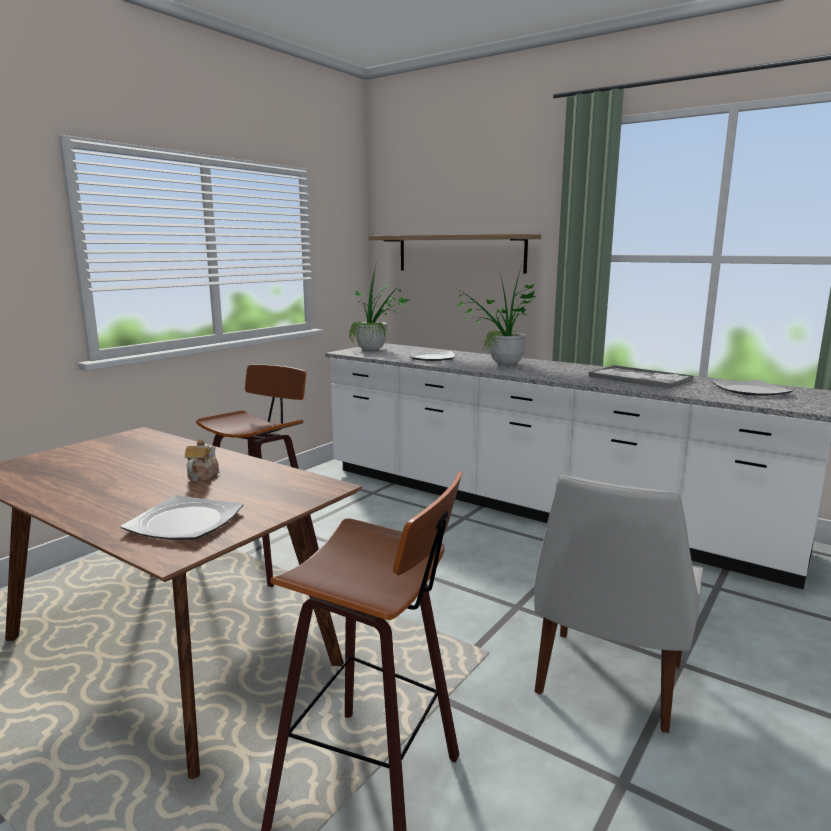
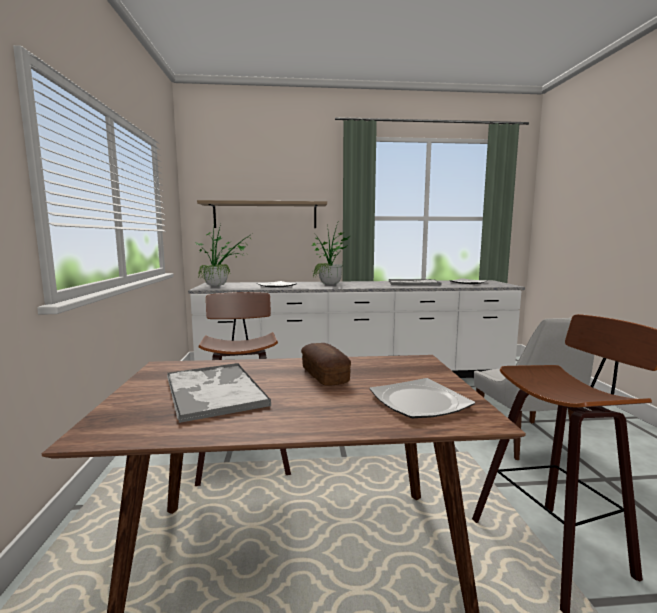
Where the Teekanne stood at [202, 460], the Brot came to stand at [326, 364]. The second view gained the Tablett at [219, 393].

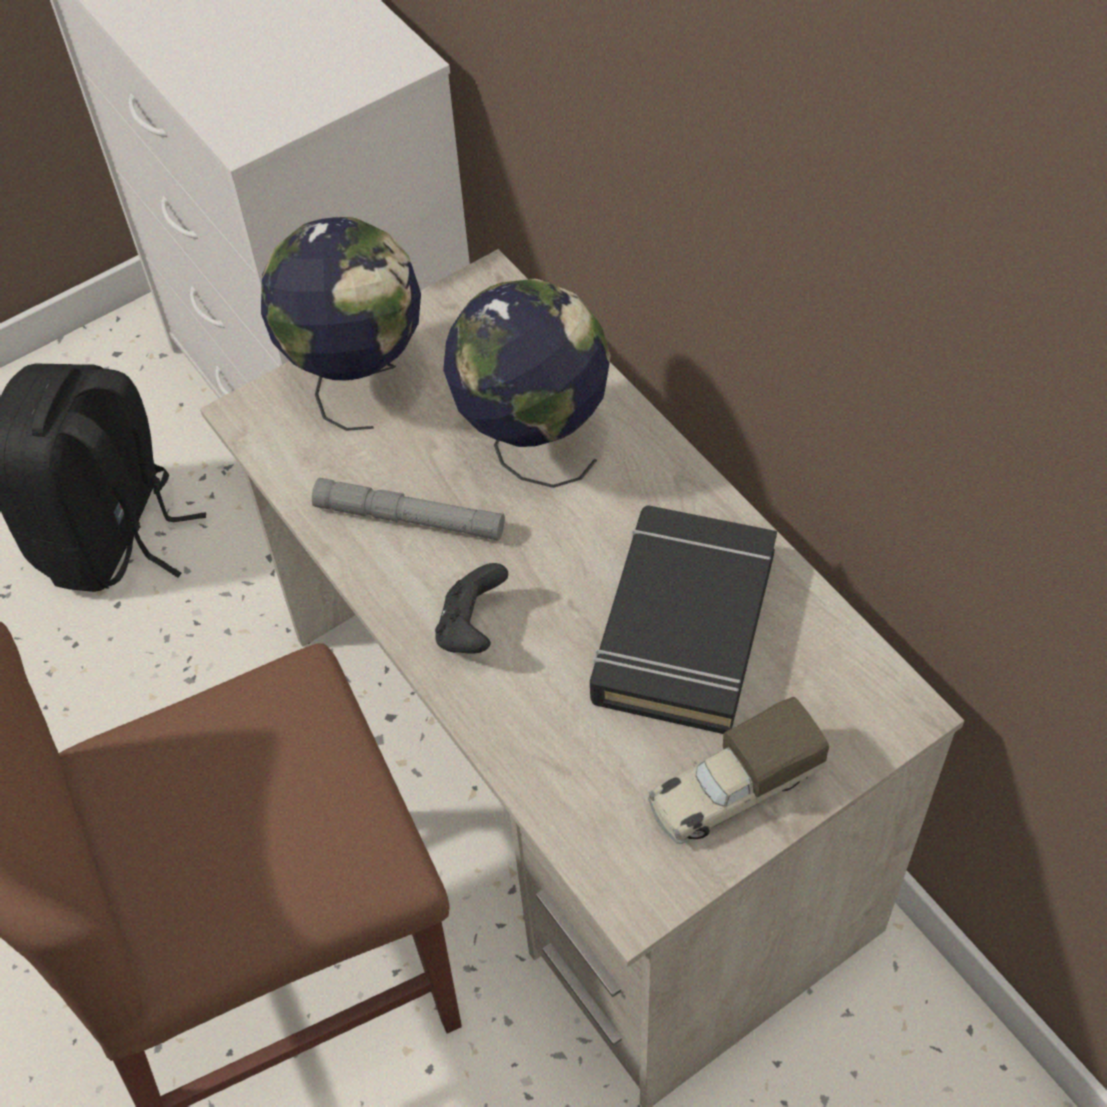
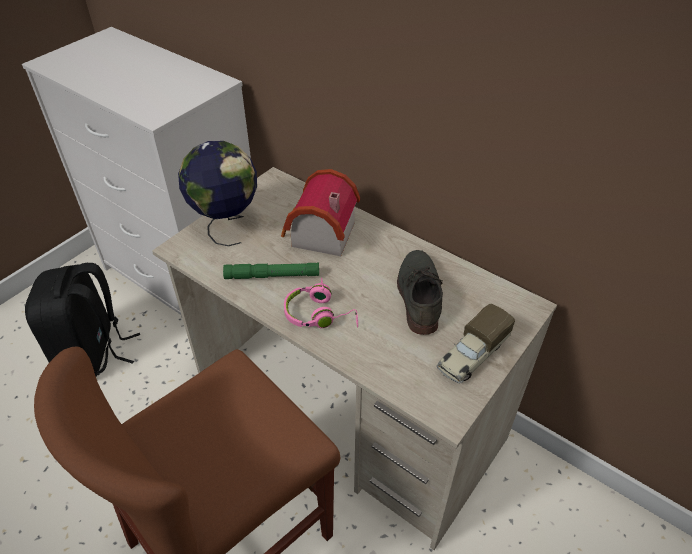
Where the Globus stood at [527, 383], the Spielzeughaus came to stand at [320, 212]. What was the Taschenlampe/grau at [408, 509] turned into the Taschenlampe/grün at [271, 271]. Where the Buch/schwarz stood at [683, 620], the Schuh/grau came to stand at [420, 292]. Where the Gamepad/schwarz stood at [471, 608], the Kopfhörer/rosa came to stand at [321, 302].

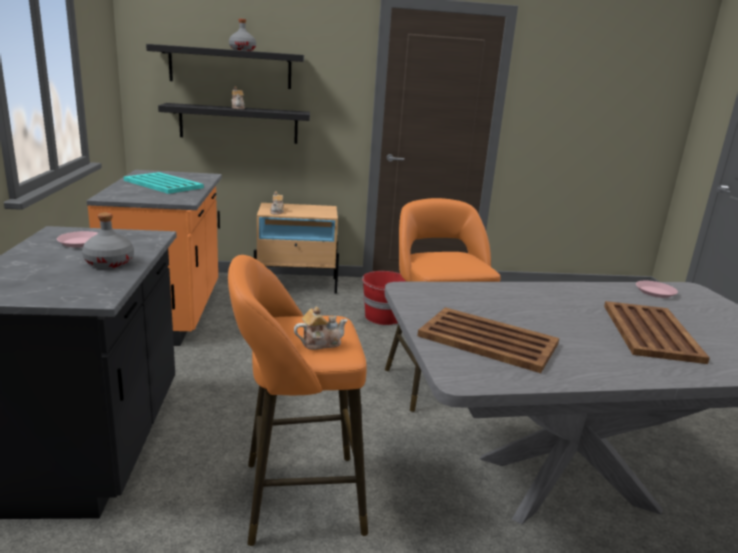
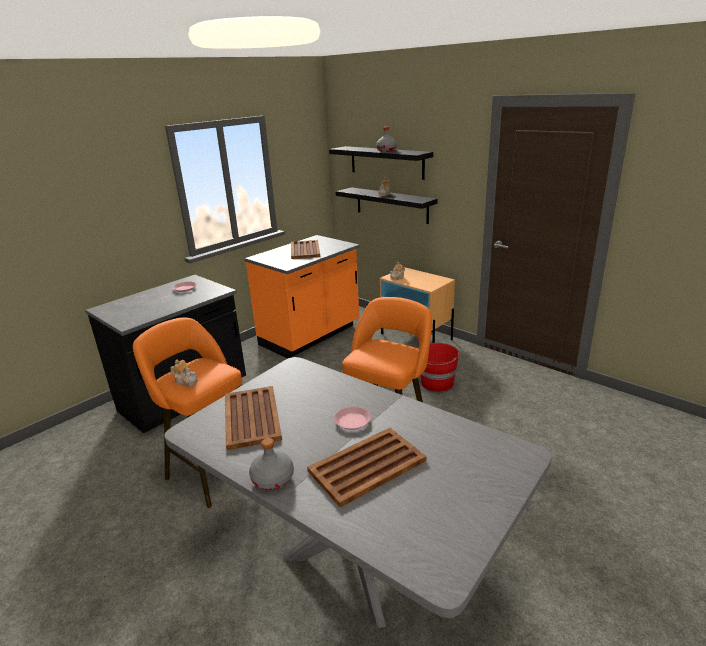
What was the Tablett/türkis at [164, 183] turned into the Tablett/braun at [305, 249]. The Flasche/grau ended up elsewhere, having gone from [108, 240] to [271, 464]. The Teller/rosa ended up elsewhere, having gone from [657, 289] to [352, 418].

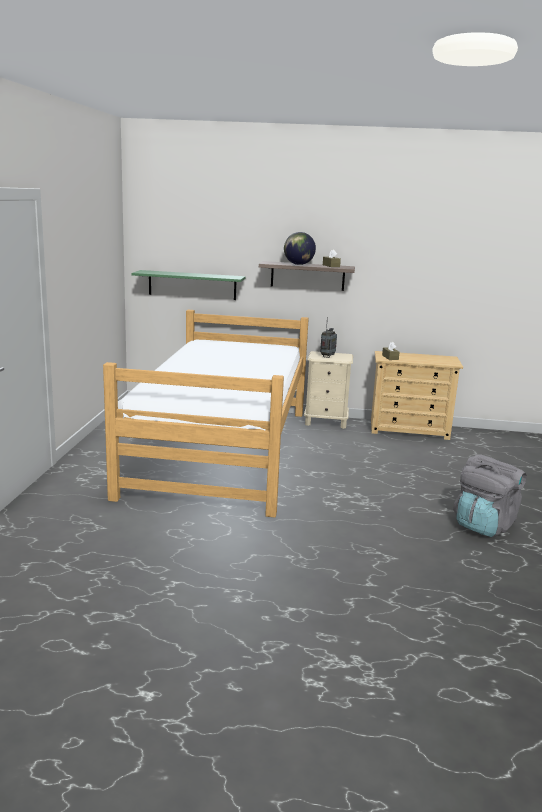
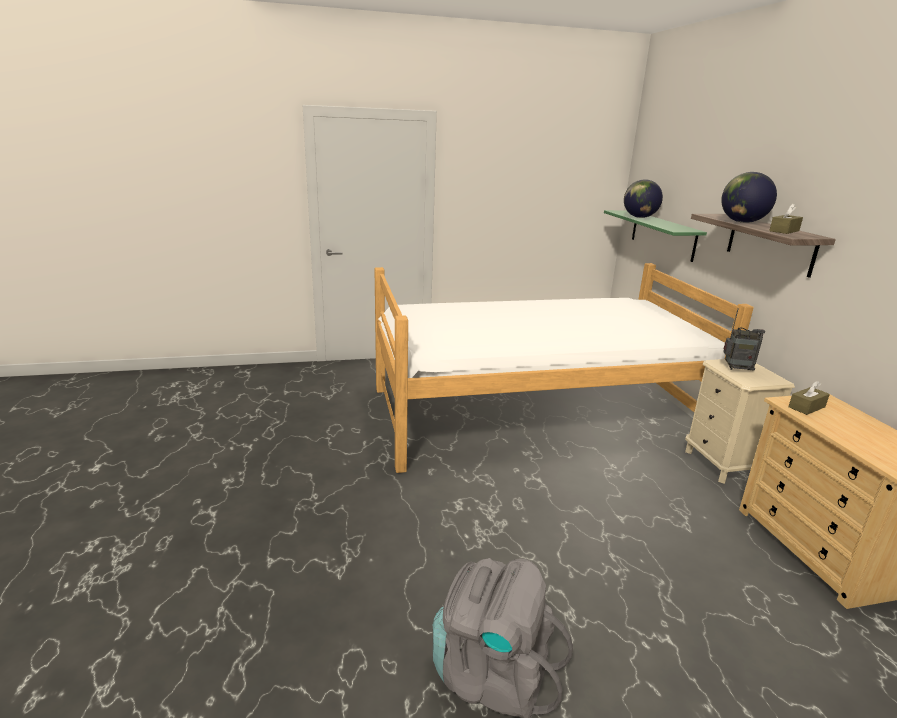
The second view gained the Globus at [643, 198].

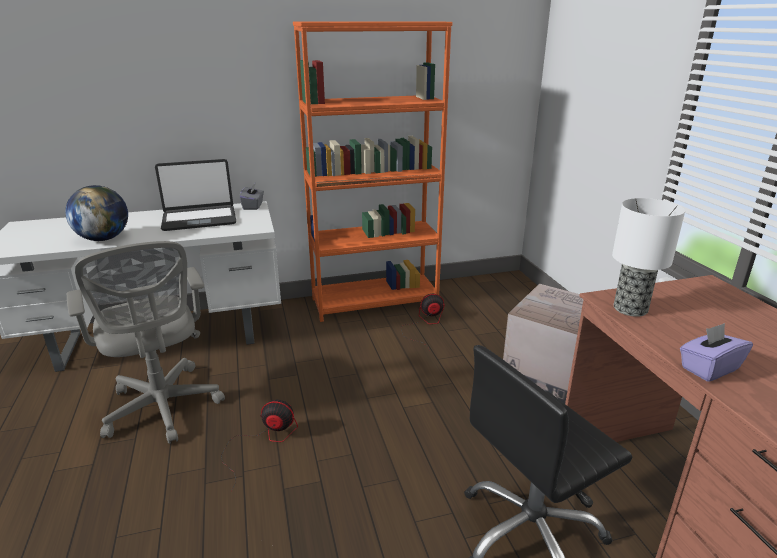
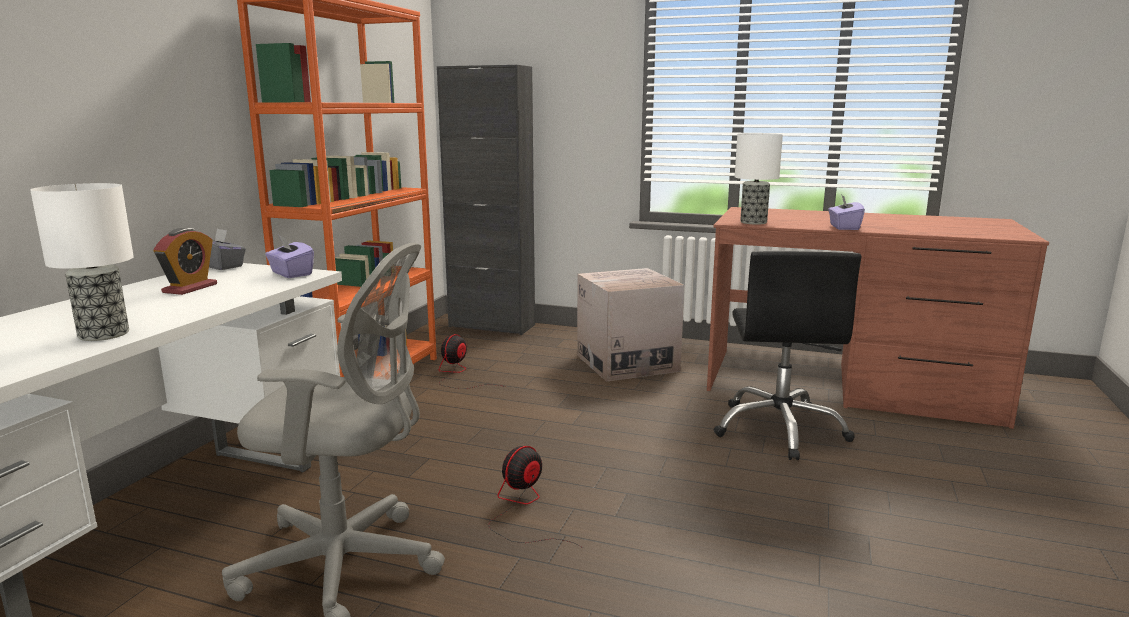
Where the Laptop stood at [195, 195], the Wecker came to stand at [185, 261]. Where the Globus stood at [96, 213], the Tischlampe came to stand at [82, 262]. The second view gained the Schrank/schwarz at [486, 200]. The second view gained the Taschentuchbox/lila at [289, 257].

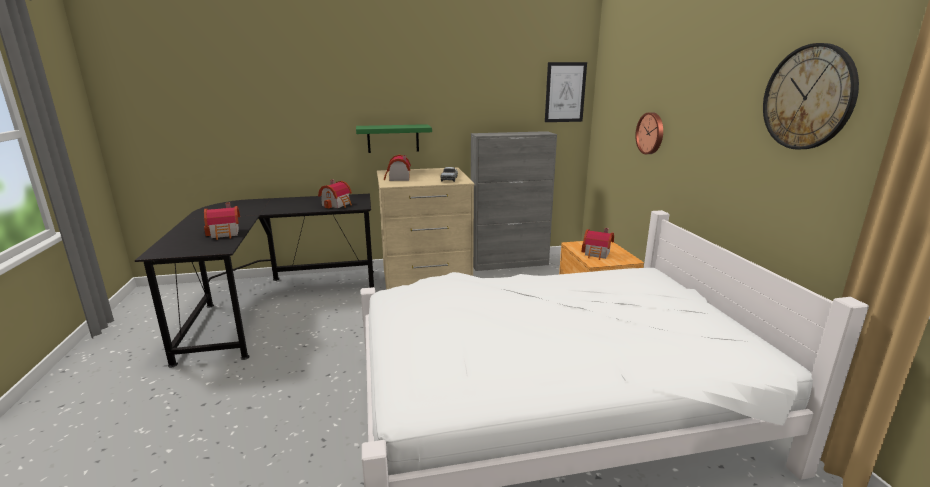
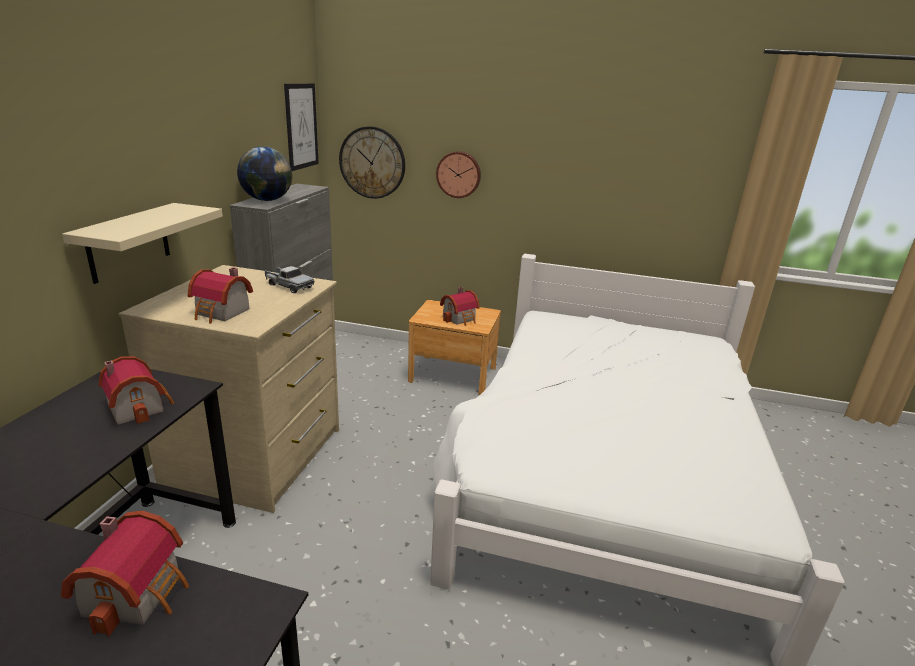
The Wanduhr ended up elsewhere, having gone from [811, 96] to [372, 162]. What was the Wandregal/grün at [394, 138] turned into the Wandregal/beige at [142, 243]. The second view gained the Globus at [264, 174].

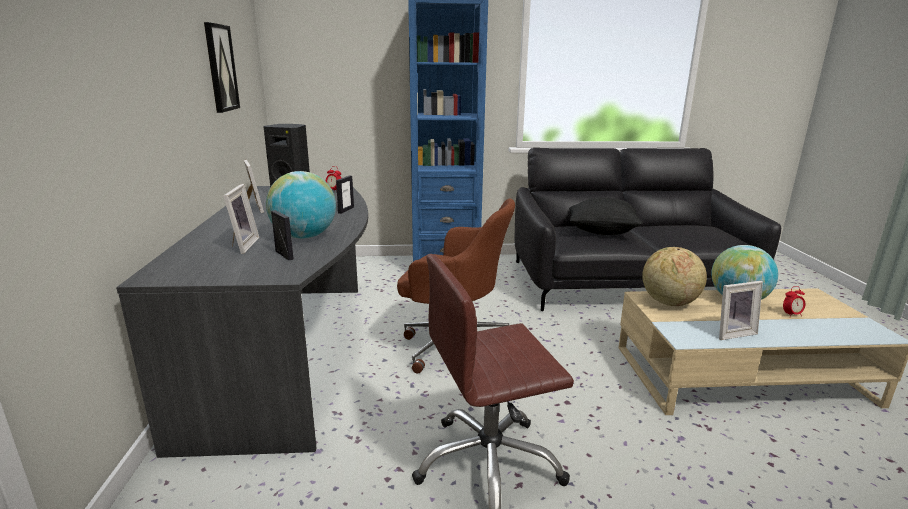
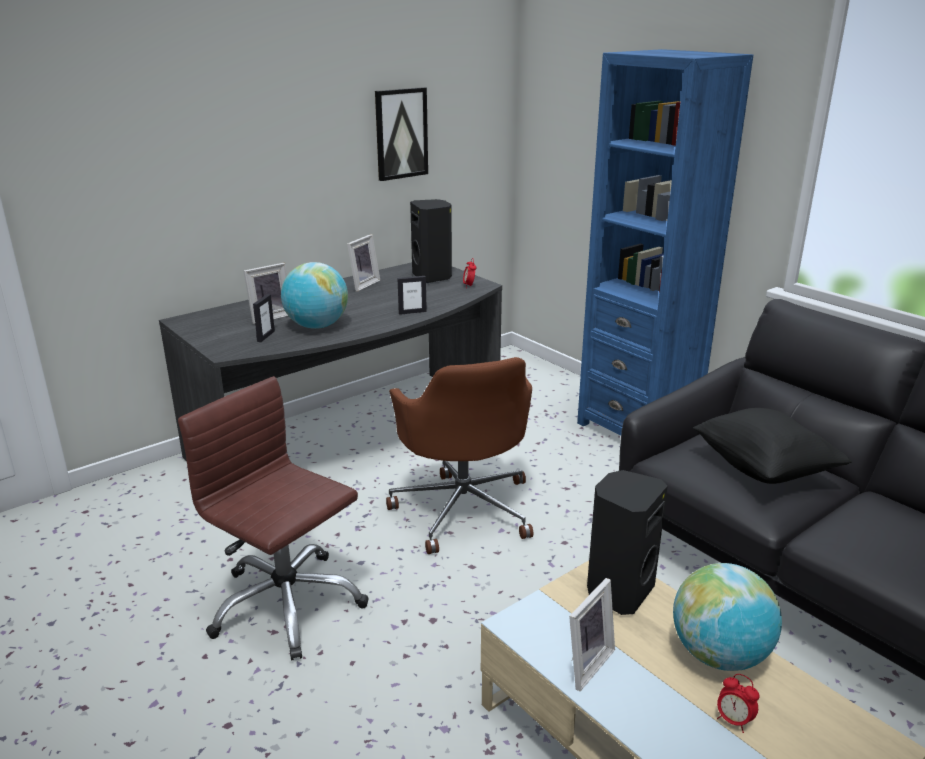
Where the Globus stood at [674, 276], the Lautsprecher/schwarz came to stand at [627, 542]. The Bilderrahmen at [741, 310] ended up facing another way, 90 degrees counterclockwise from before.

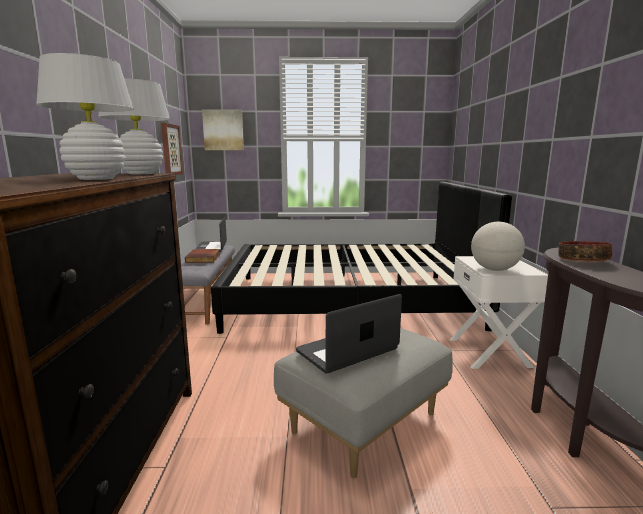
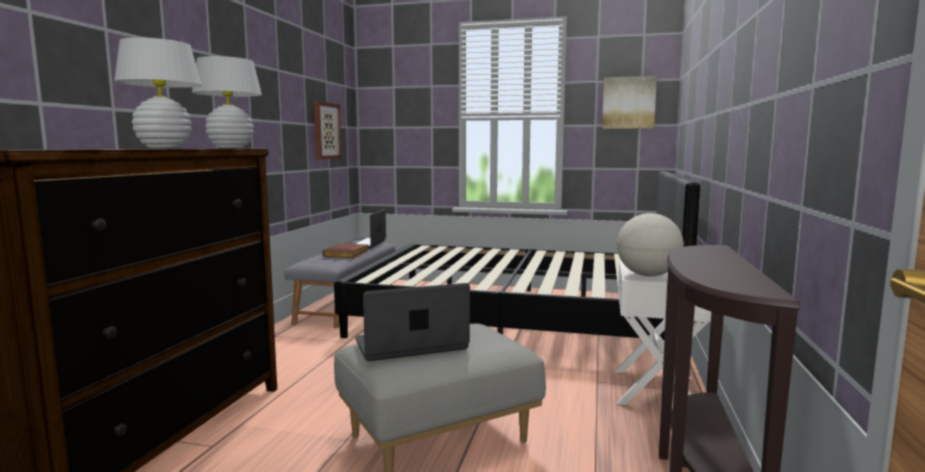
The Bild ended up elsewhere, having gone from [223, 129] to [629, 102]. The second view lost the Schüssel at [585, 251].

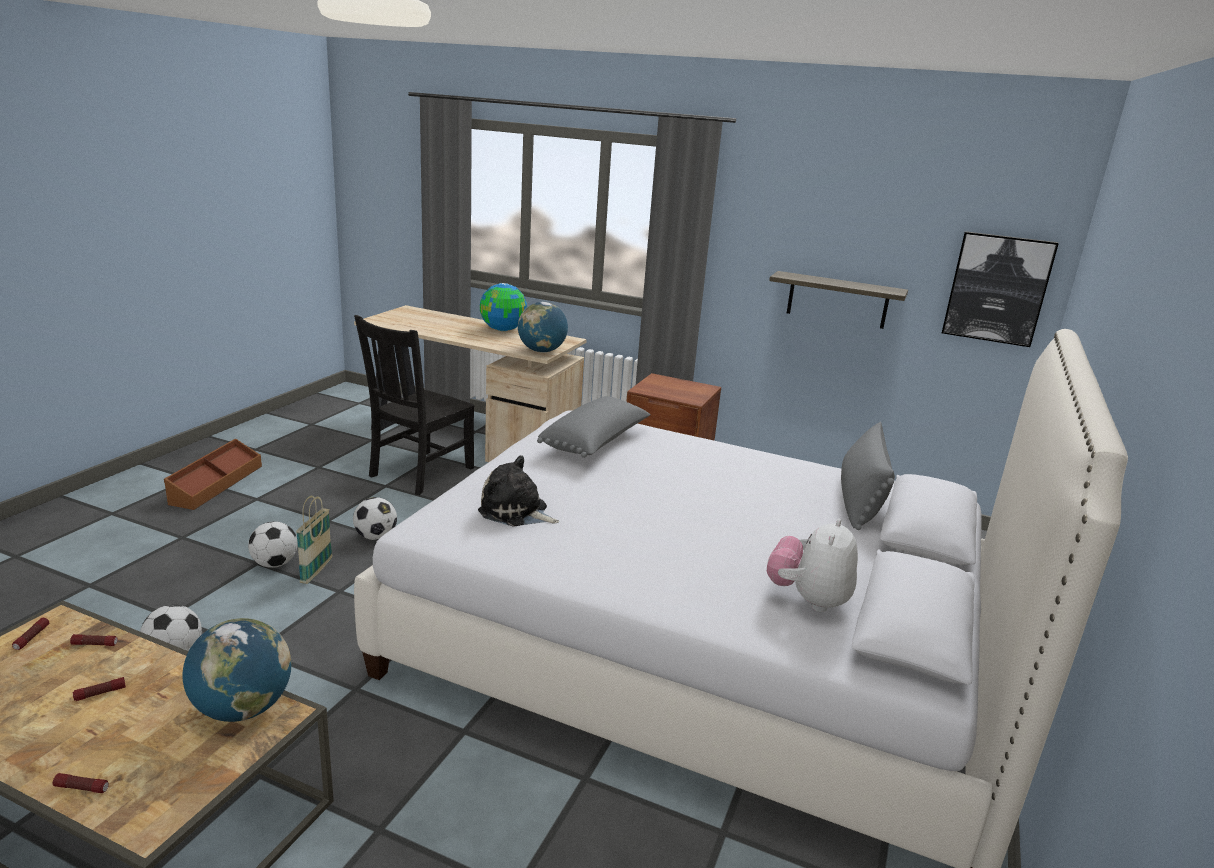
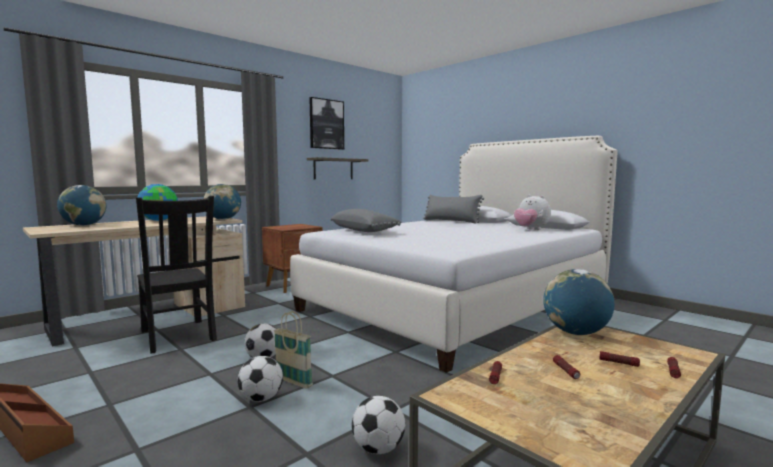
The Bild ended up elsewhere, having gone from [1000, 289] to [326, 123]. The second view lost the Plüschtier at [518, 491]. The Taschenlampe ended up elsewhere, having gone from [30, 634] to [619, 359]. The second view gained the Globus at [81, 205].

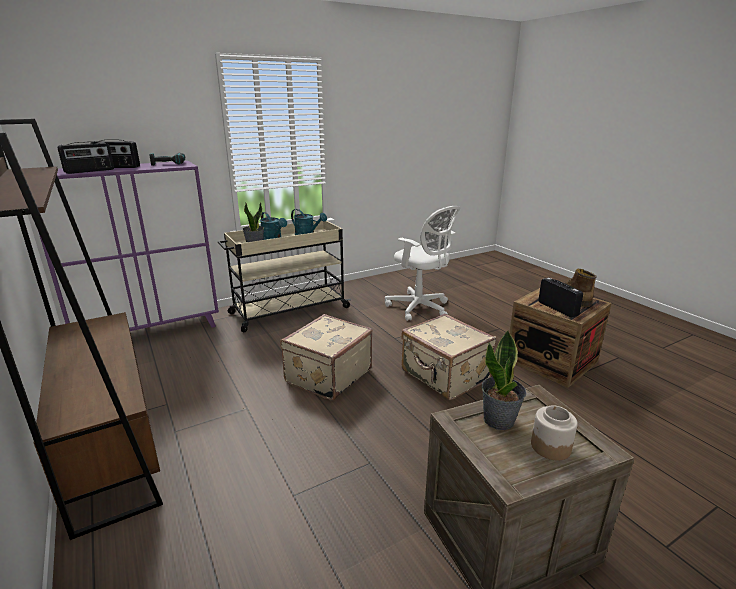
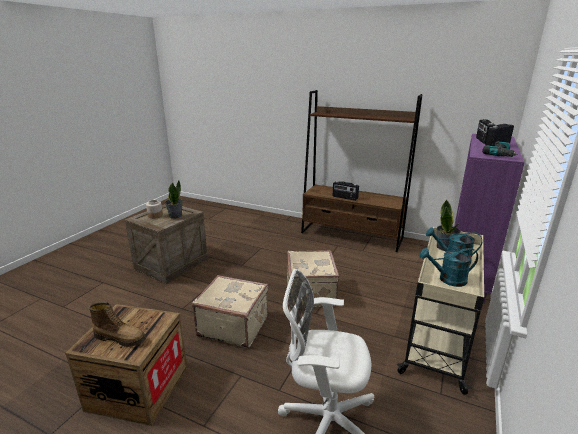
The Radio ended up elsewhere, having gone from [560, 298] to [345, 191].

